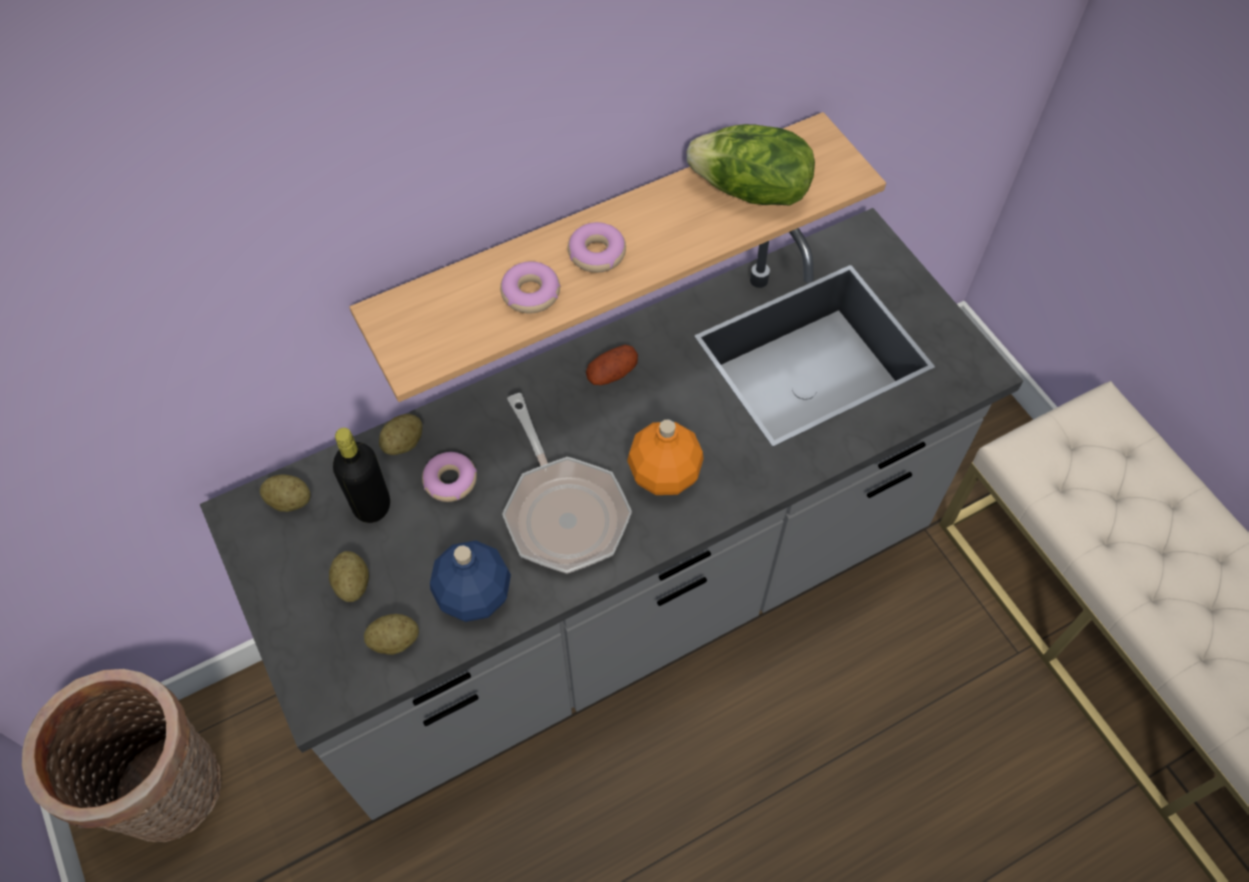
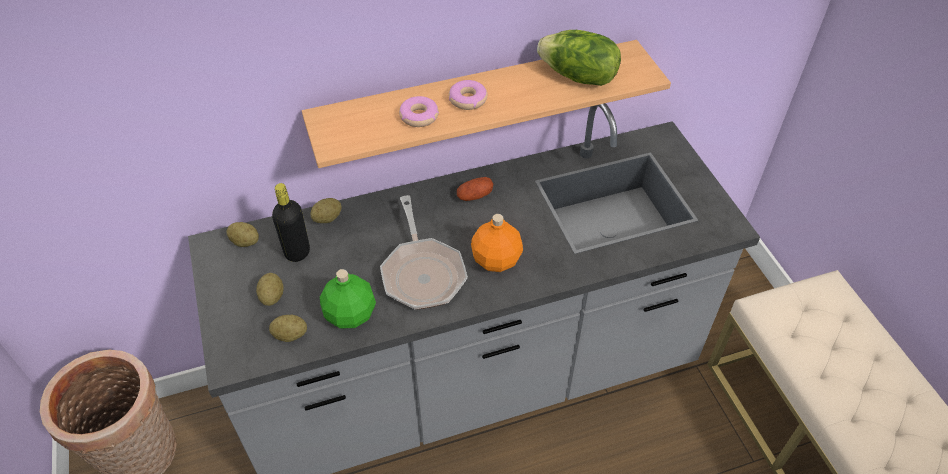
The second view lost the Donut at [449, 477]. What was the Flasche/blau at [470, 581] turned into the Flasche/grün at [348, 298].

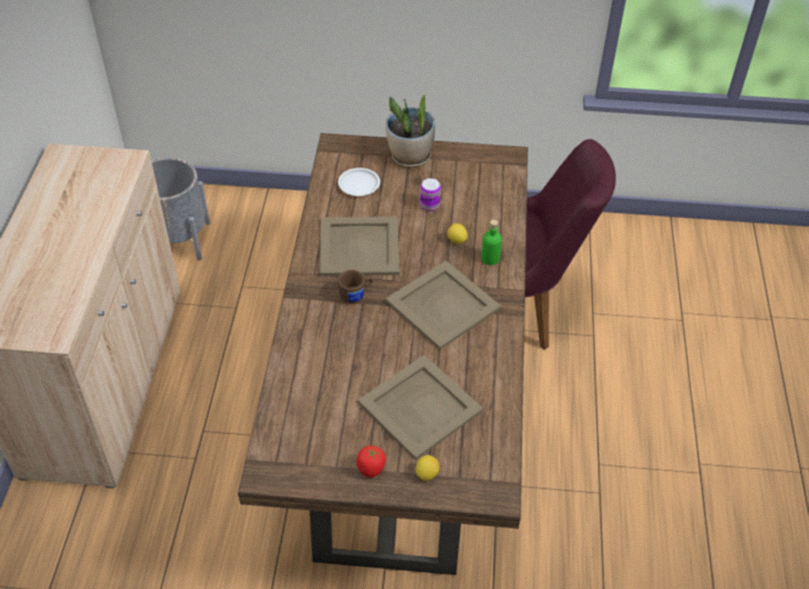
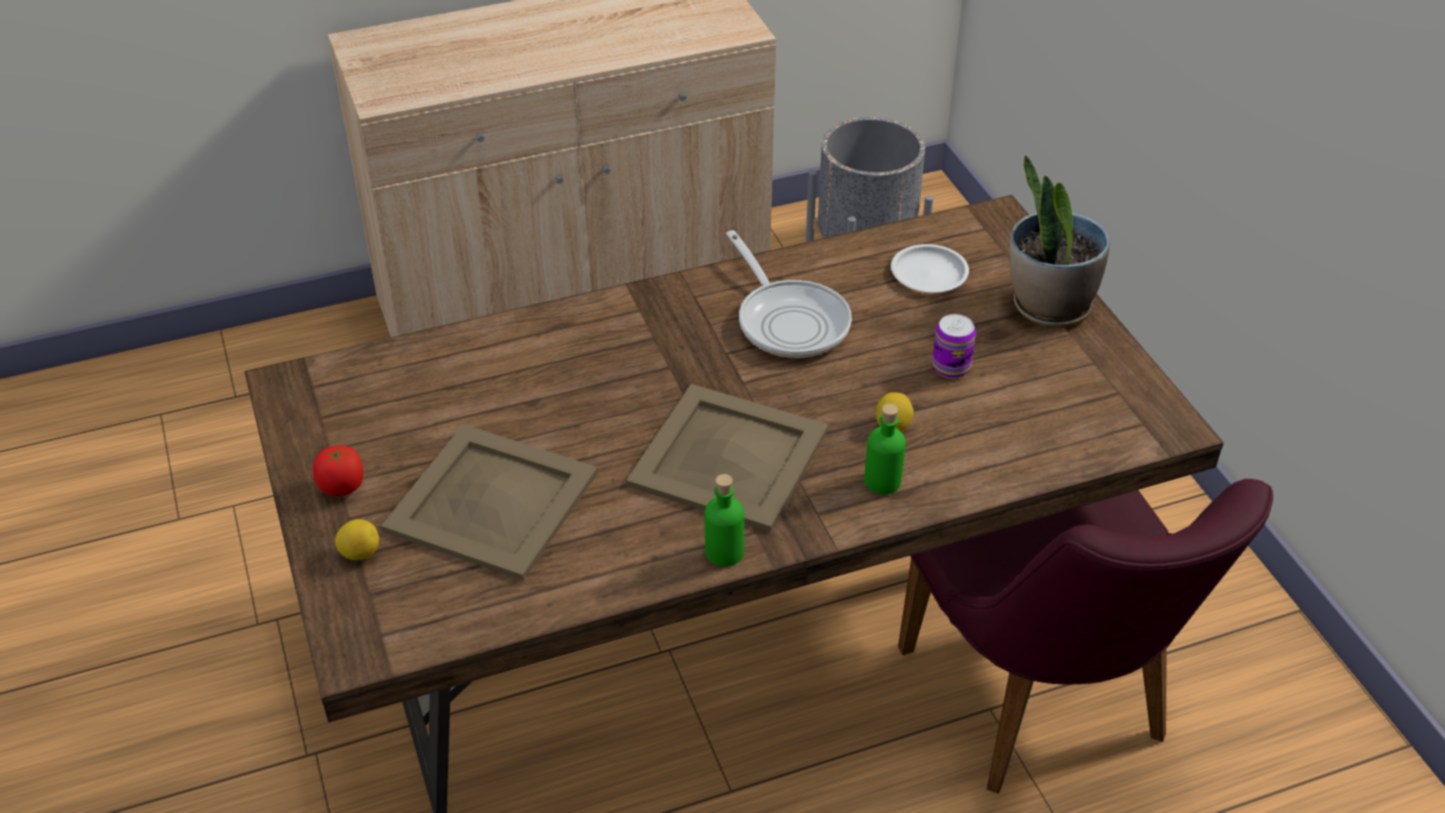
Where the Tablett/beige stood at [359, 246], the Pfanne came to stand at [789, 294]. The second view lost the Henkelbecher/braun at [355, 286]. The second view gained the Flasche/grün at [724, 520].

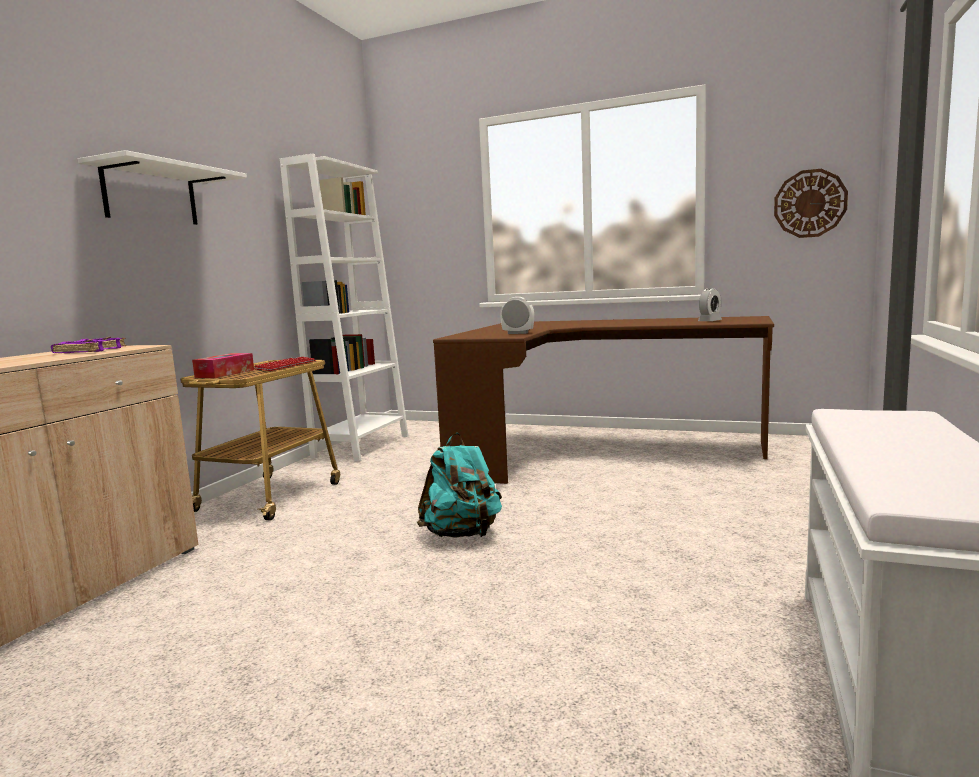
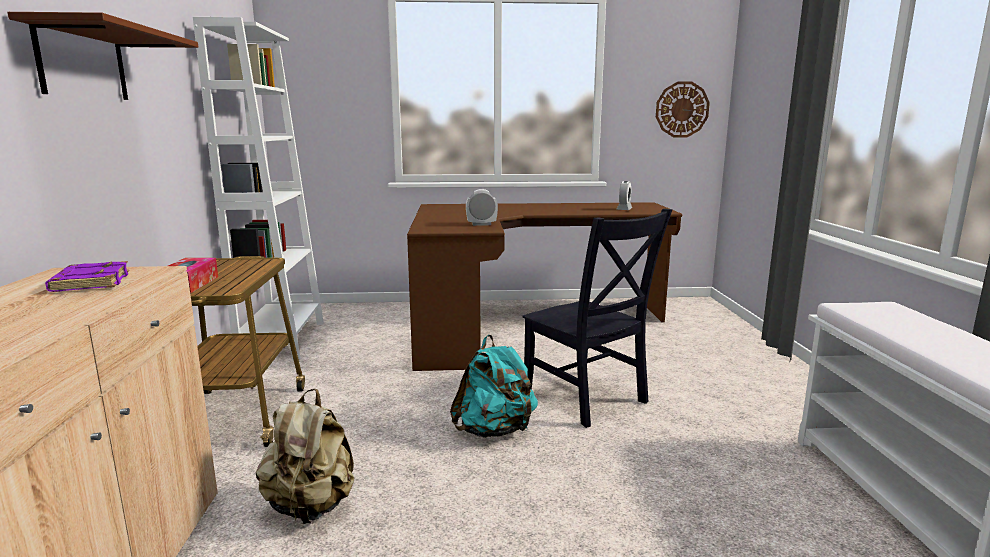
What was the Wandregal/weiß at [162, 187] turned into the Wandregal/braun at [102, 56]. The second view lost the Tastatur at [285, 364]. The second view gained the Stuhl/schwarz at [598, 318]. The second view gained the Rucksack/beige at [305, 456].

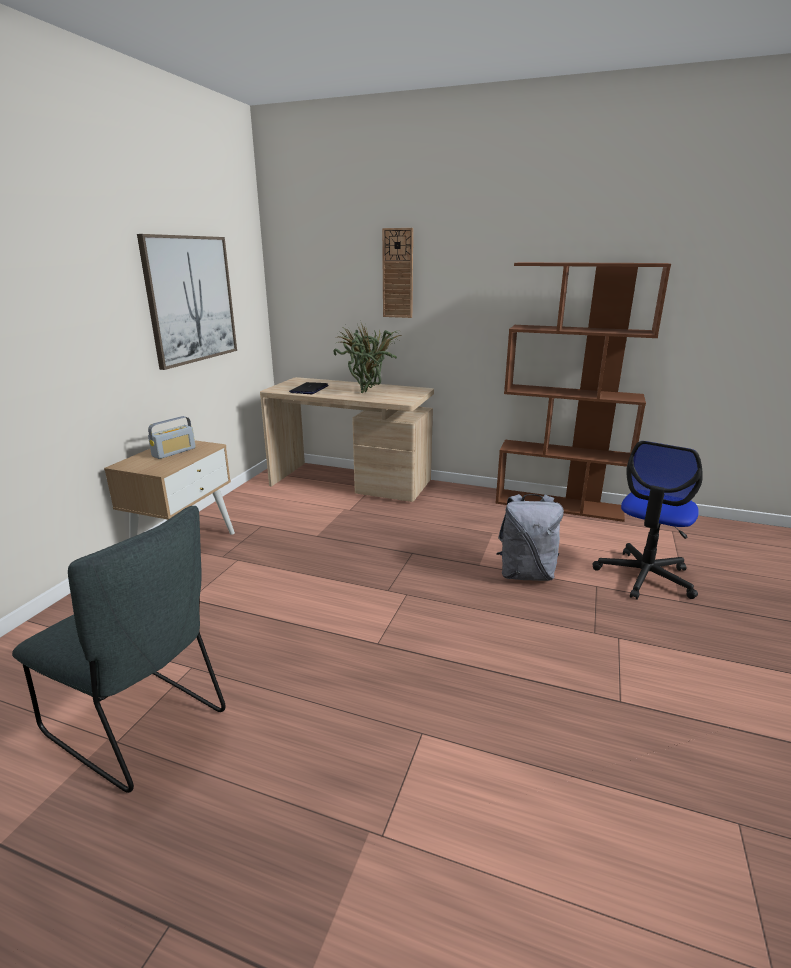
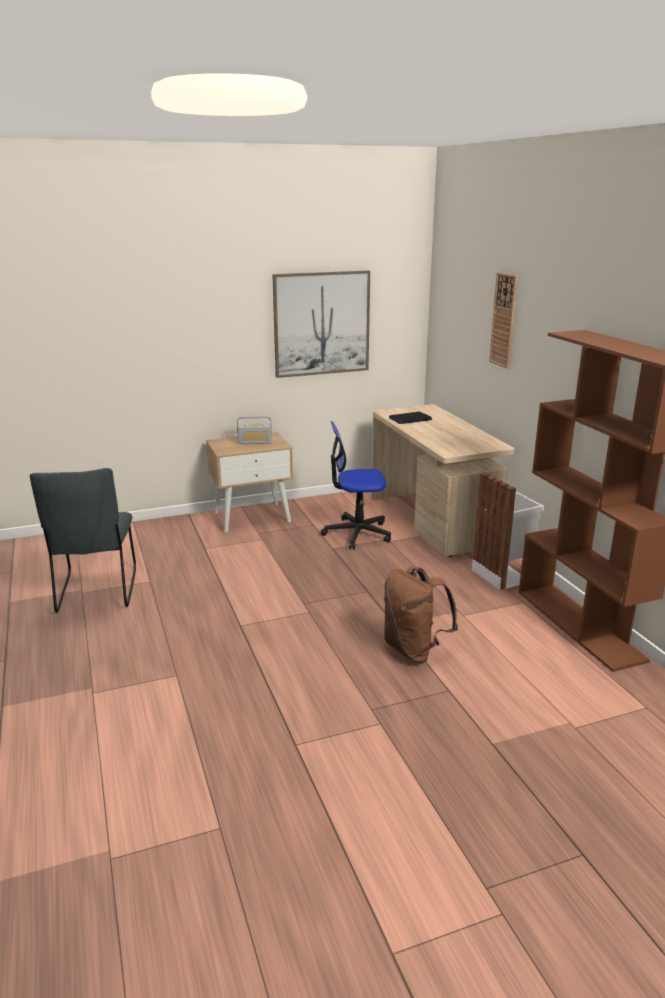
The second view lost the Topfpflanze at [368, 358]. The Bürostuhl ended up elsewhere, having gone from [648, 520] to [356, 485]. What was the Rucksack/grau at [530, 537] turned into the Rucksack/braun at [421, 614]. The second view gained the Mülleimer/weiß at [508, 531].

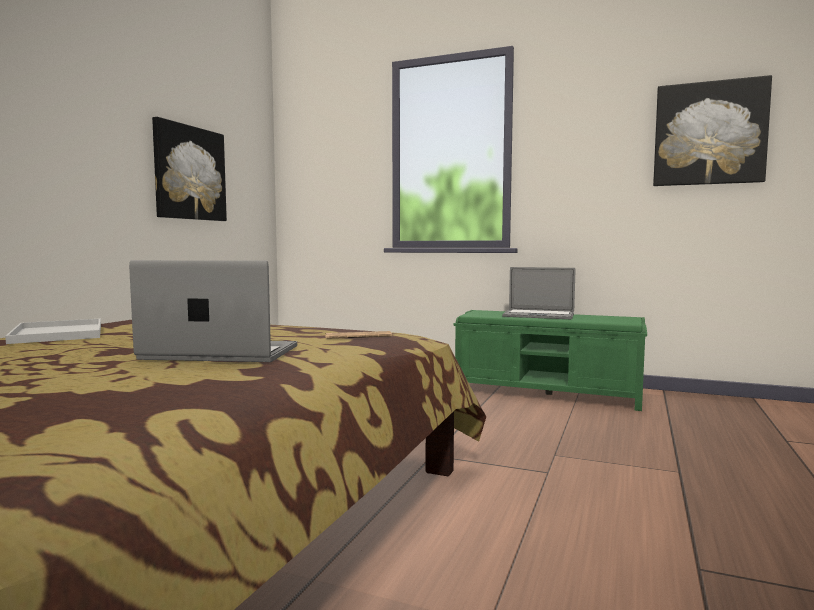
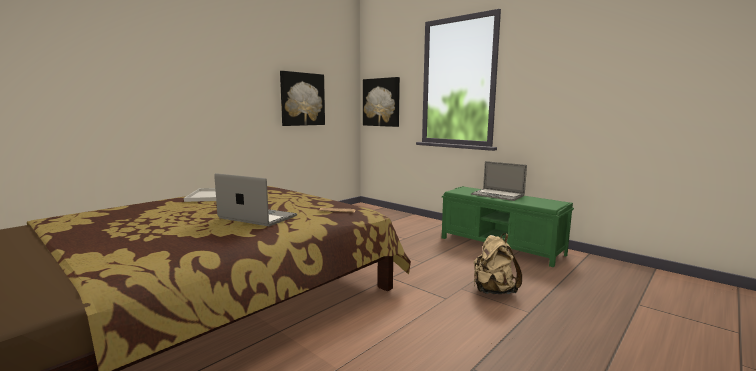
The Bild ended up elsewhere, having gone from [712, 130] to [381, 102]. The second view gained the Rucksack/beige at [498, 263].

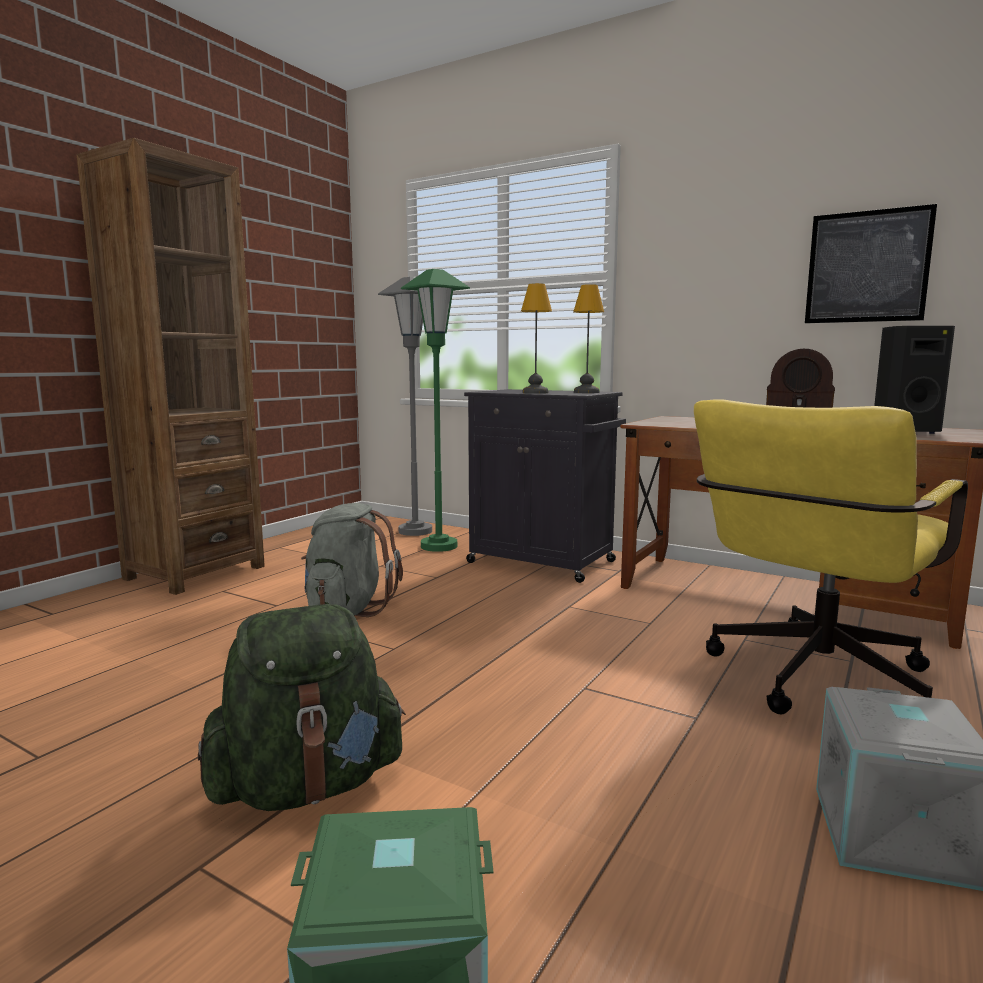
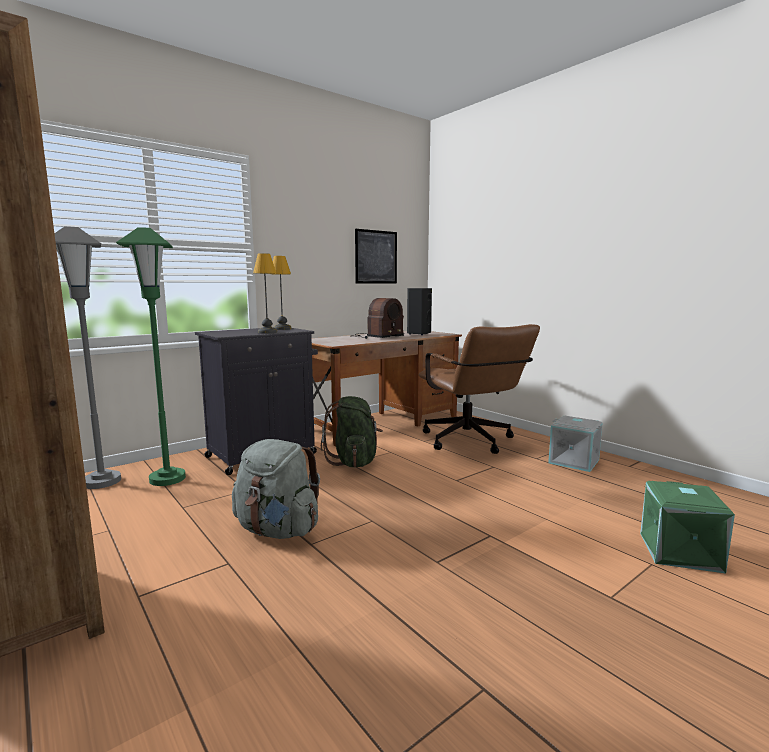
What was the Bürostuhl/gelb at [831, 557] turned into the Bürostuhl/braun at [479, 389]. The Rucksack/grün ended up elsewhere, having gone from [302, 707] to [352, 431].

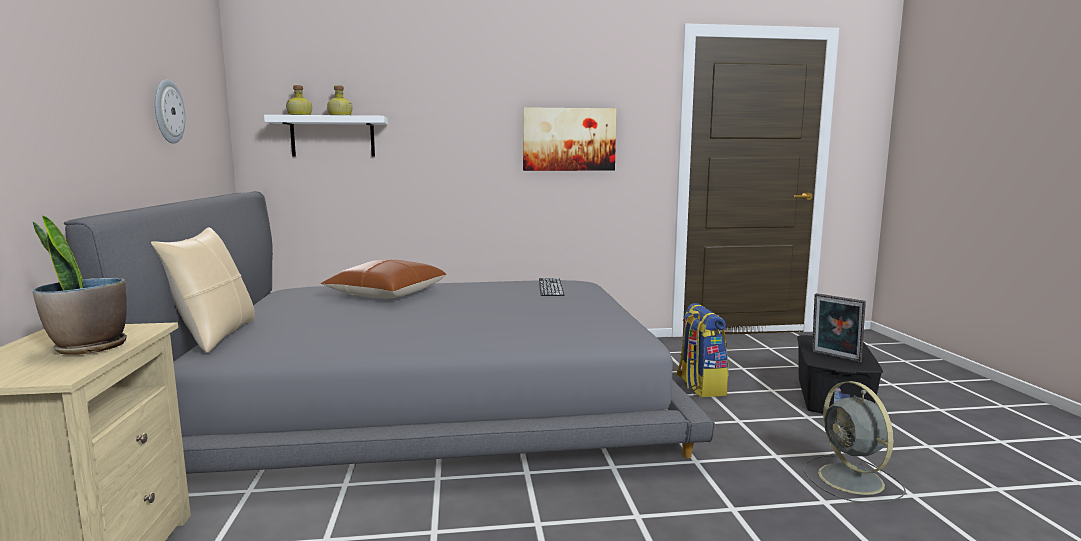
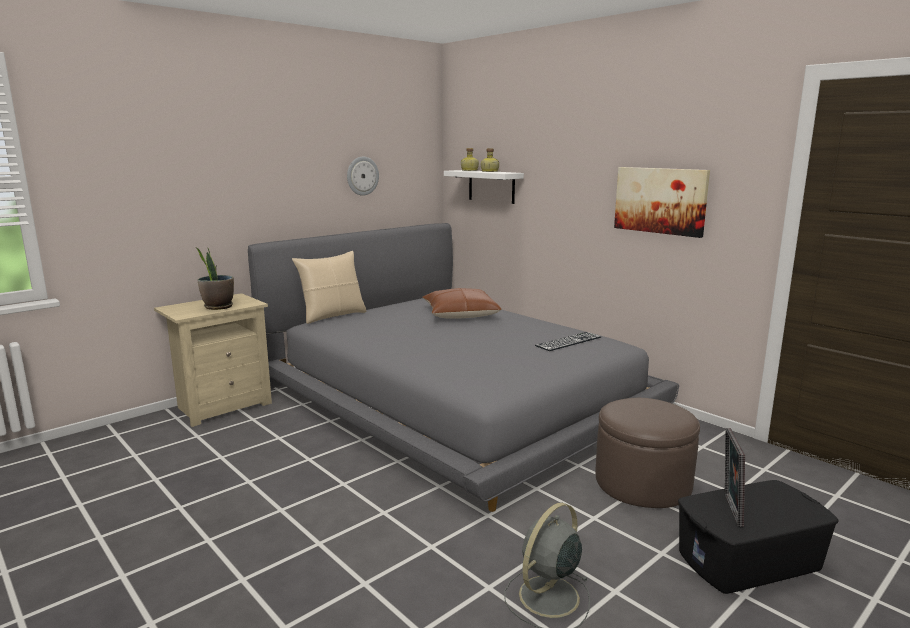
Where the Rucksack stood at [702, 350], the Polsterhocker/braun came to stand at [647, 453].

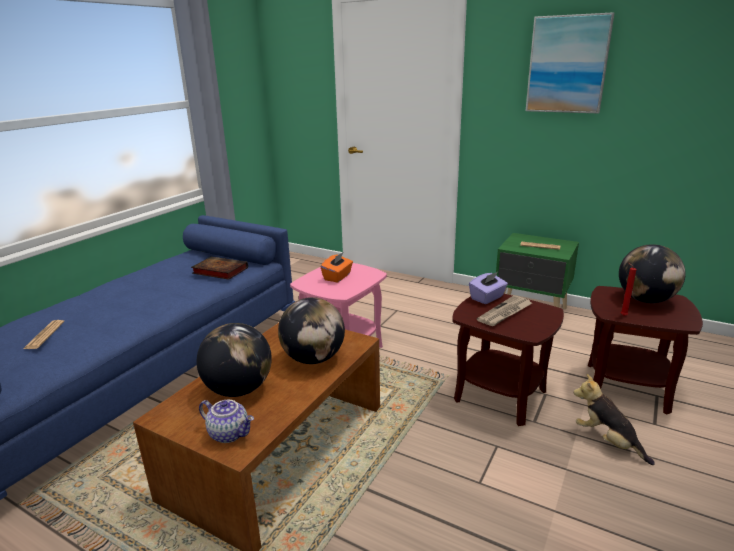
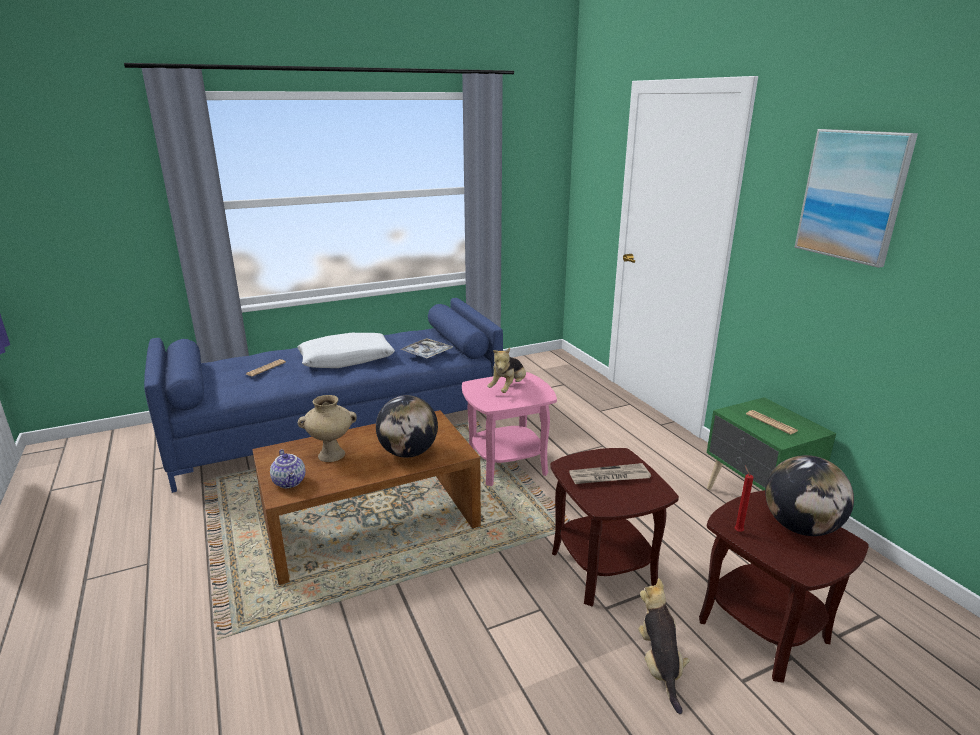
Where the Taschentuchbox/orange stood at [336, 268], the Plüschtier came to stand at [506, 370]. Where the Buch stood at [219, 268], the Tablett came to stand at [426, 348]. The second view lost the Taschentuchbox/lila at [488, 288]. Where the Globus stood at [234, 360], the Vase/beige came to stand at [327, 428]. The second view gained the Kissen/weiß at [346, 350].

